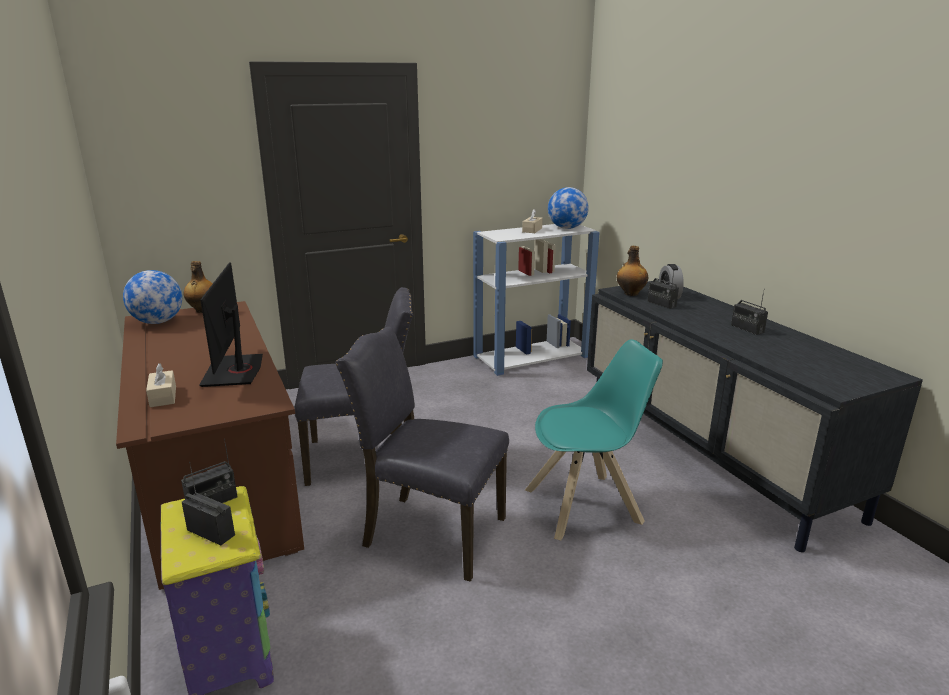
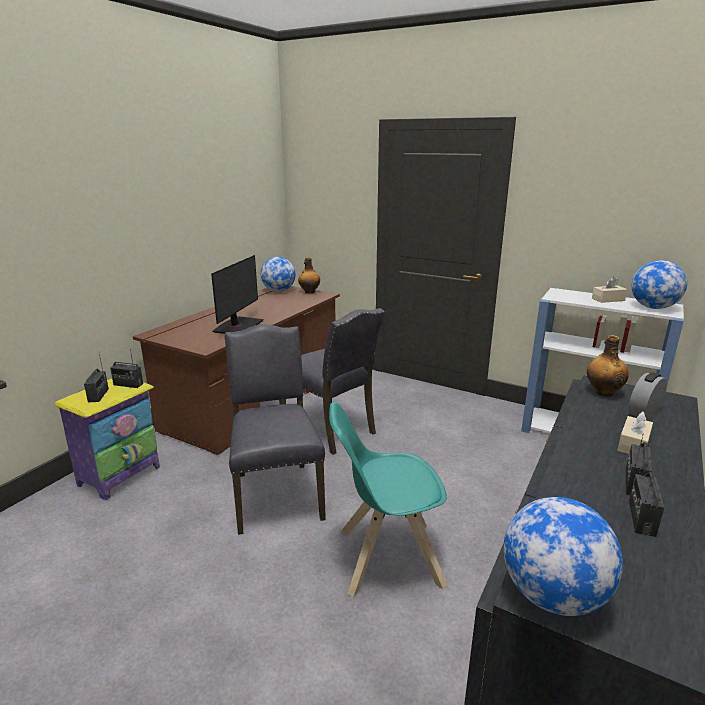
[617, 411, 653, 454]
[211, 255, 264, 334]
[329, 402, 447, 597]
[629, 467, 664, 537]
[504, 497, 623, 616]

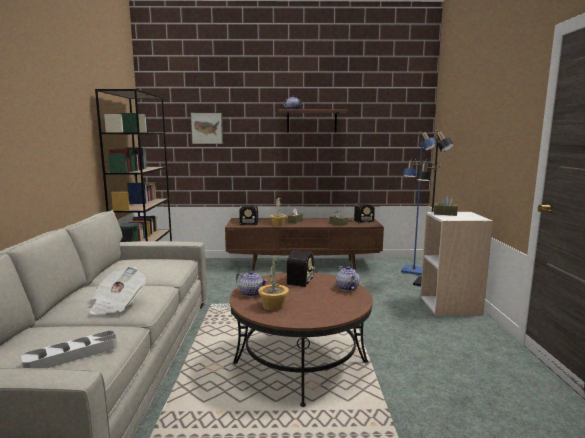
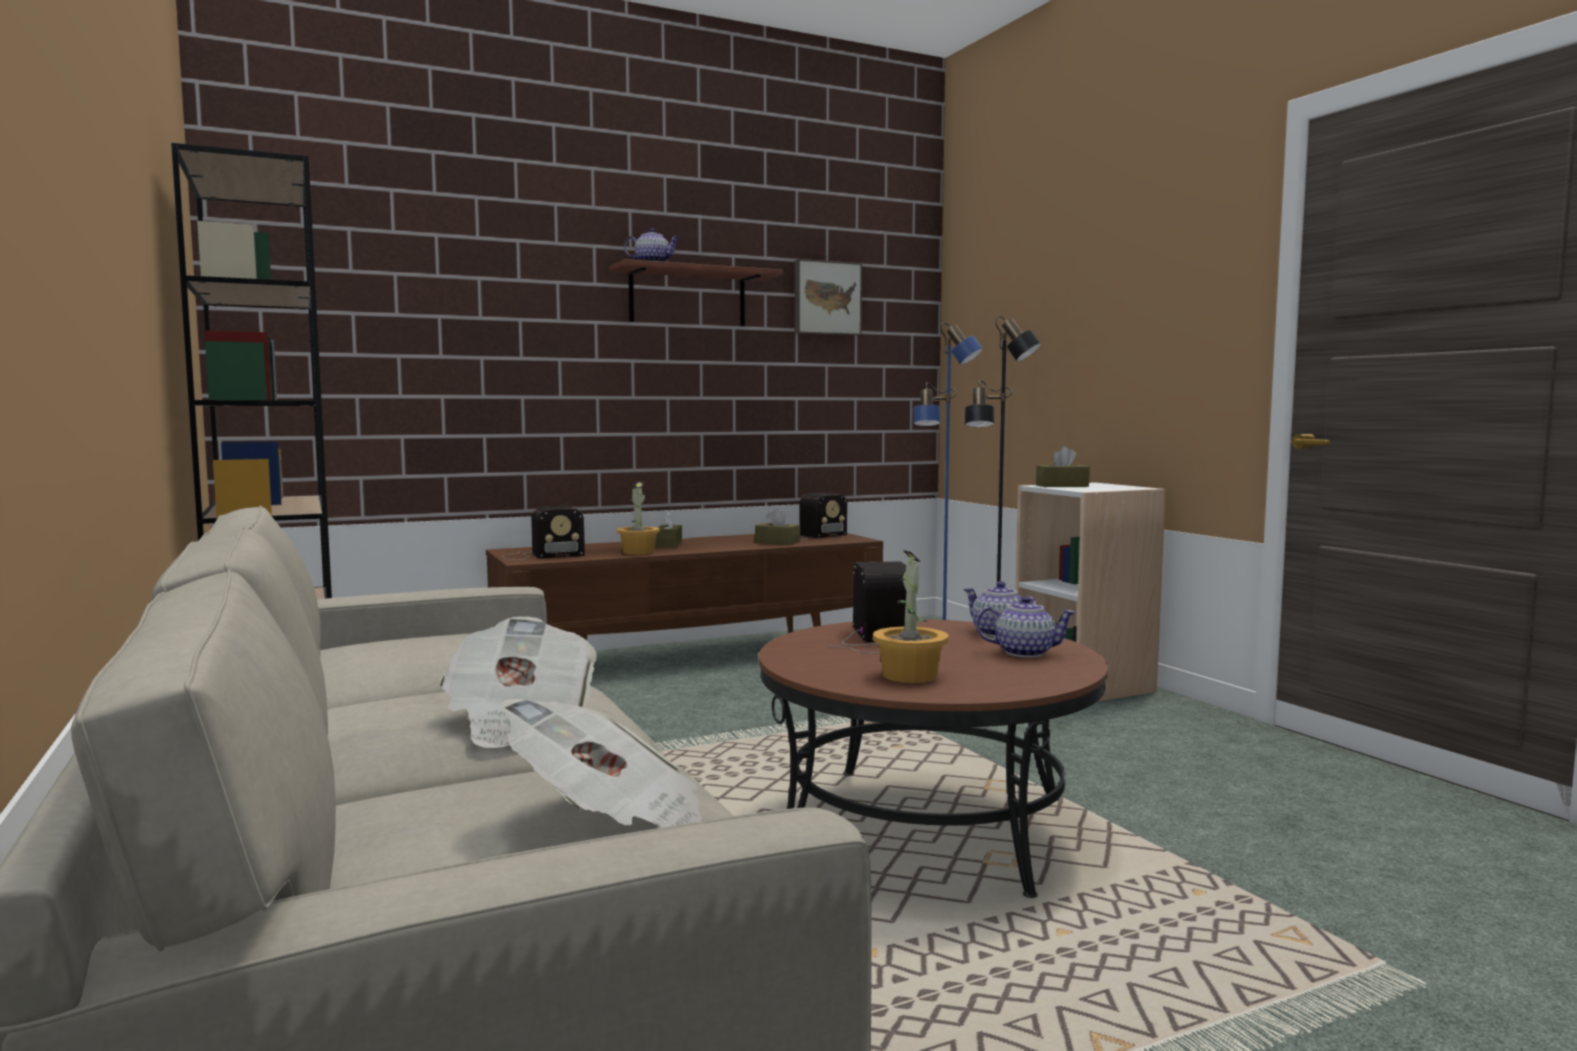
[501, 698, 703, 827]
[795, 259, 862, 336]
[976, 596, 1076, 658]

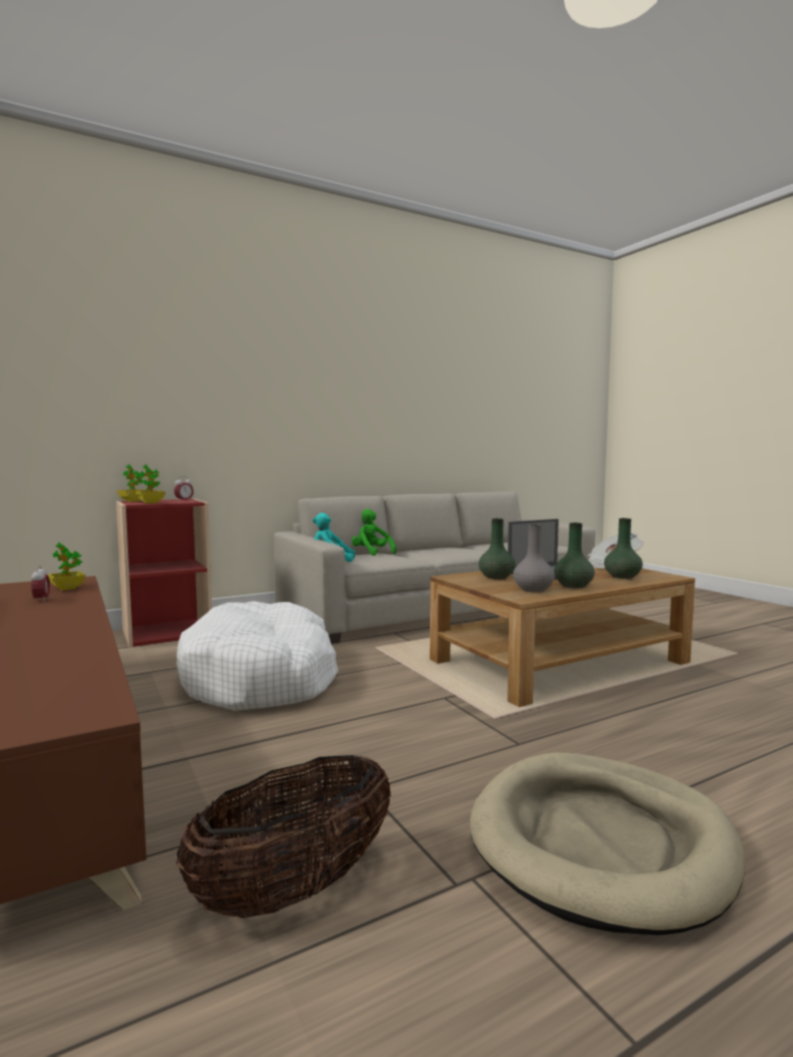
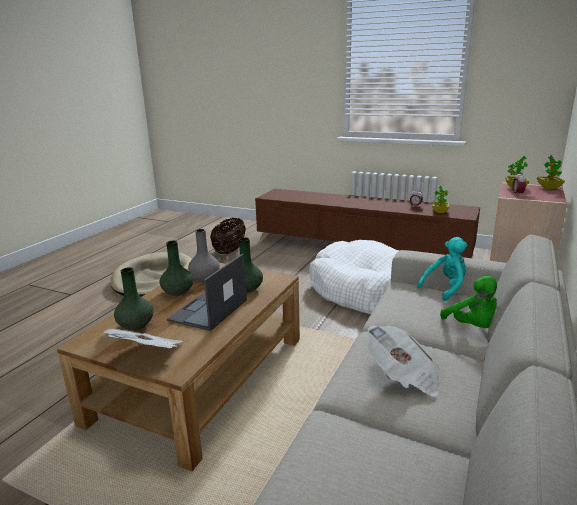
[440, 276, 497, 328]
[368, 325, 439, 397]

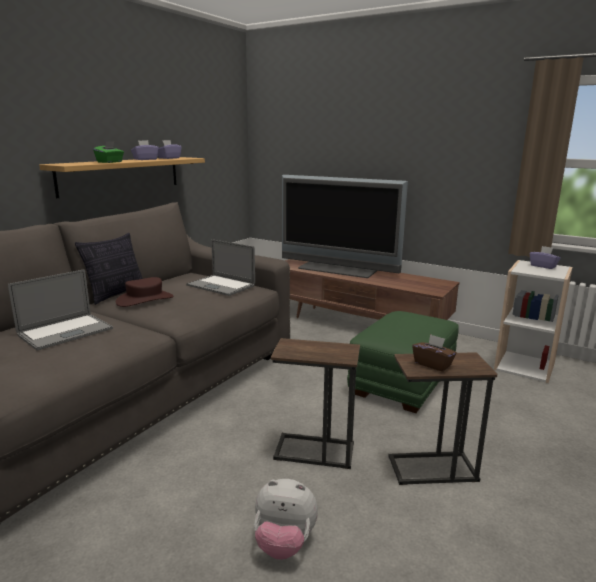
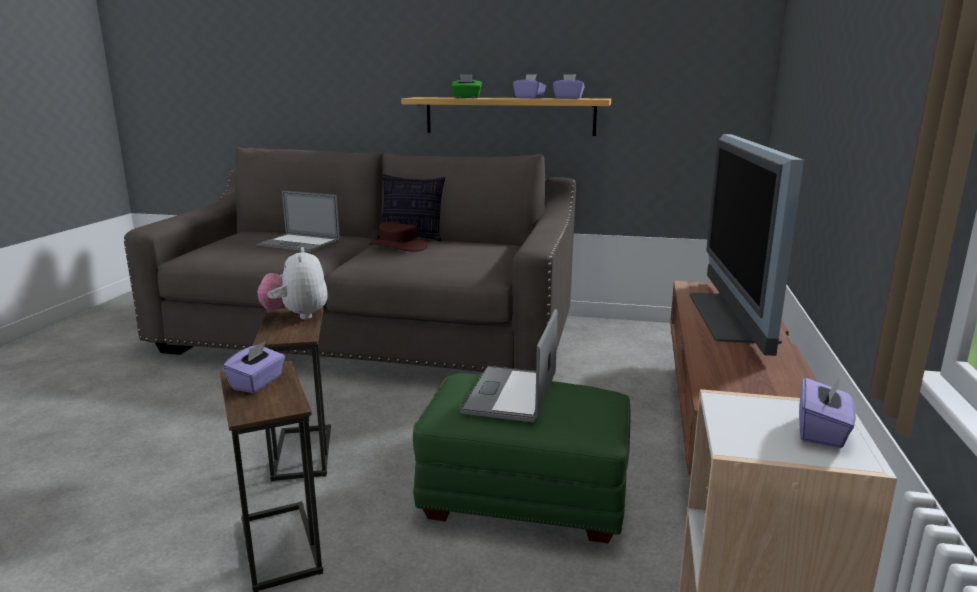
[460, 309, 558, 422]
[258, 247, 328, 319]
[223, 341, 285, 393]

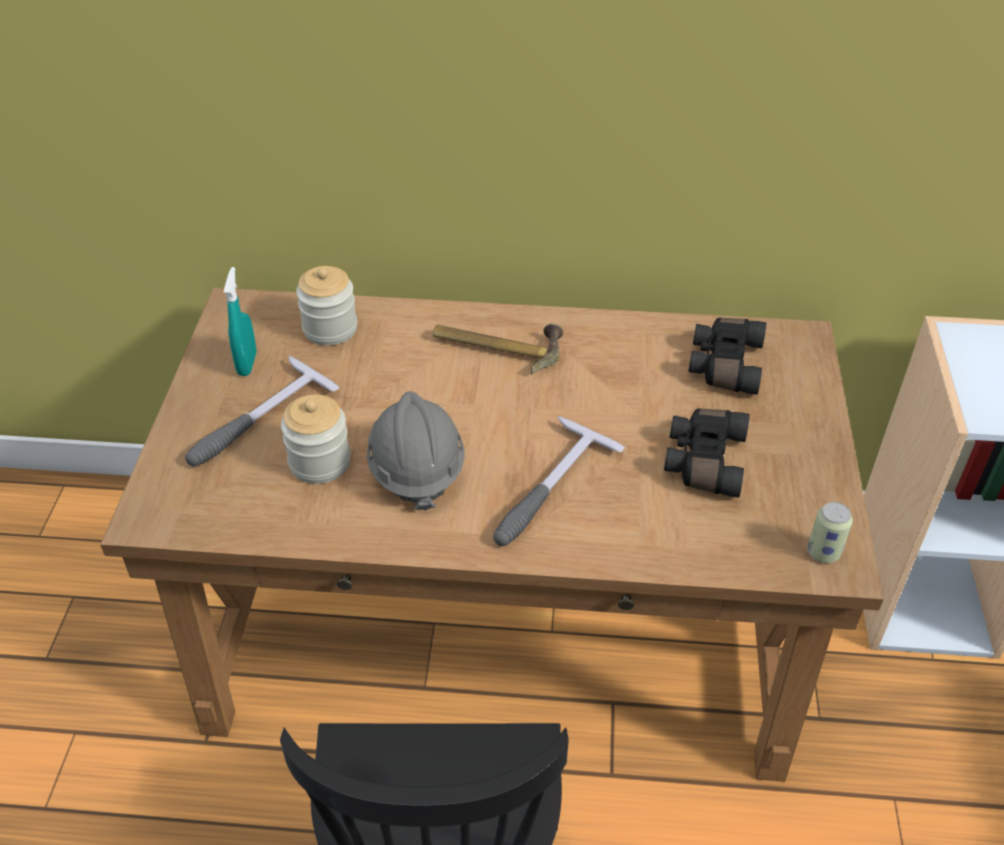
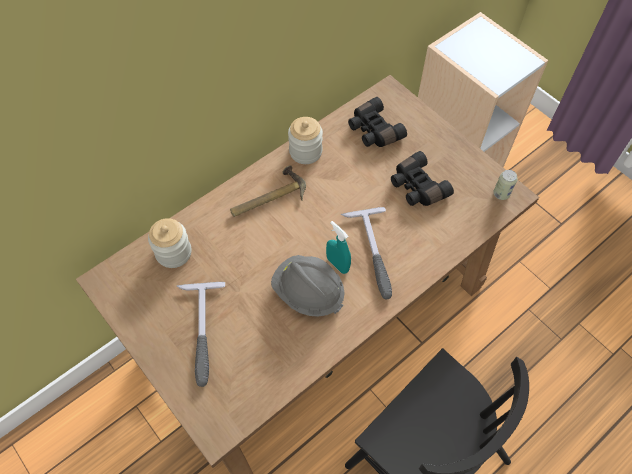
[326, 221, 351, 274]
[288, 117, 323, 164]

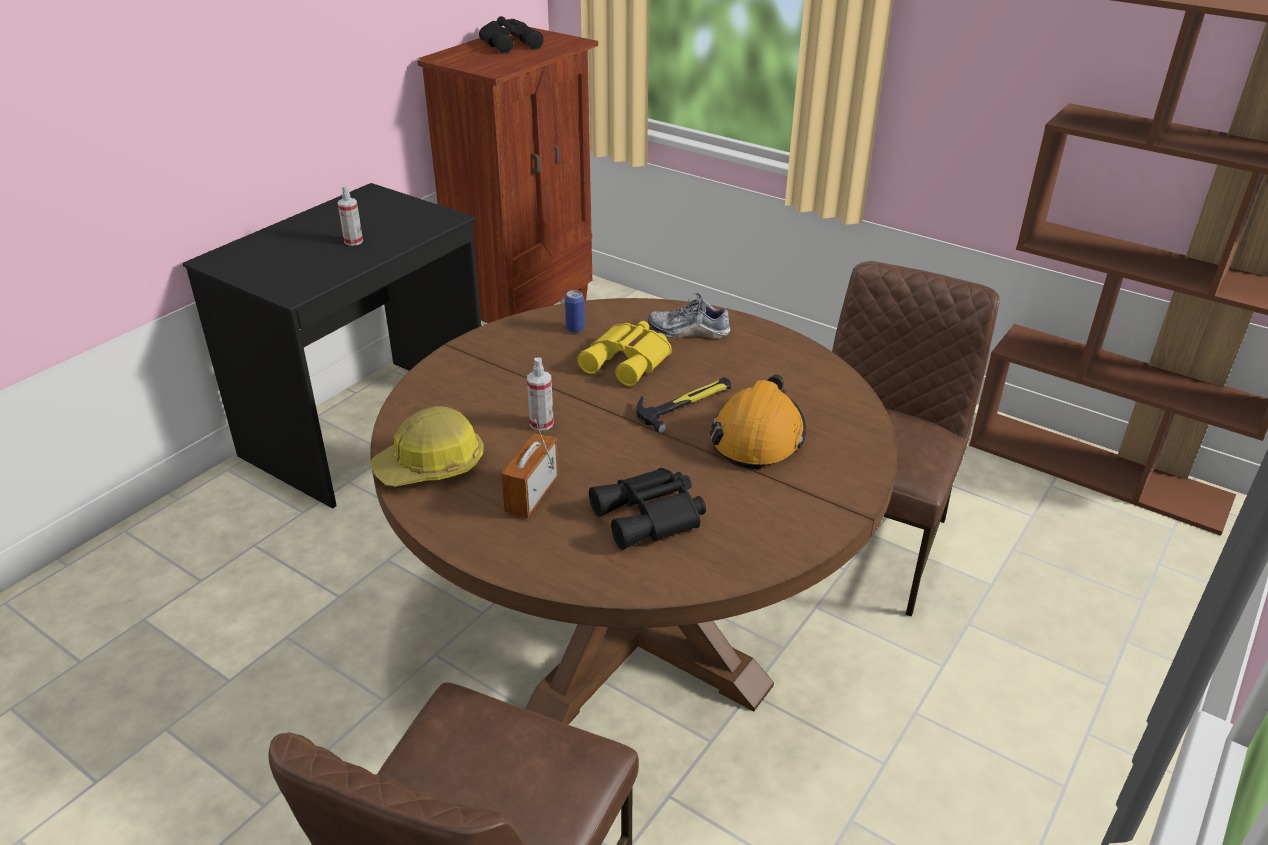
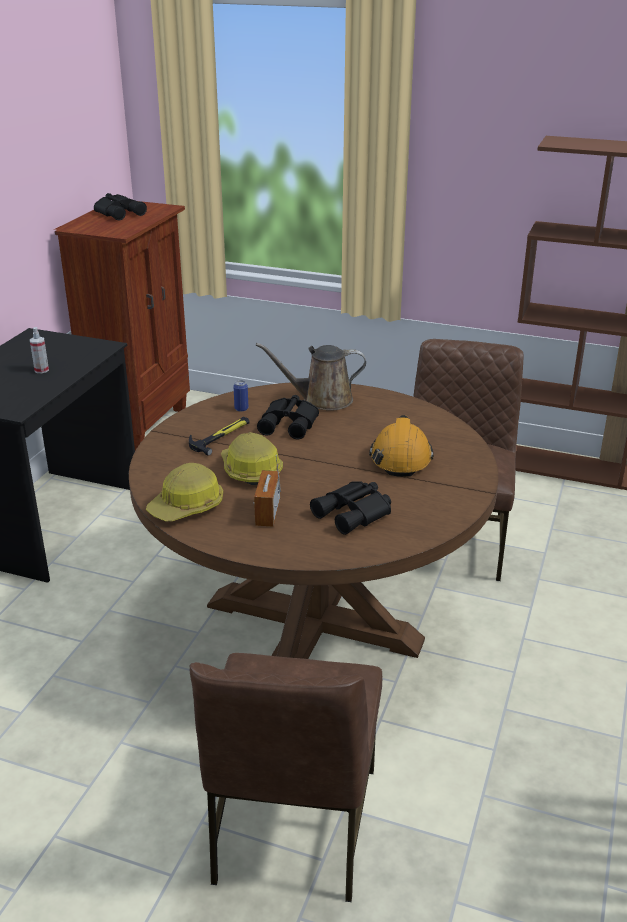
[221, 432, 283, 485]
[257, 395, 319, 439]
[189, 417, 250, 456]
[256, 343, 366, 411]

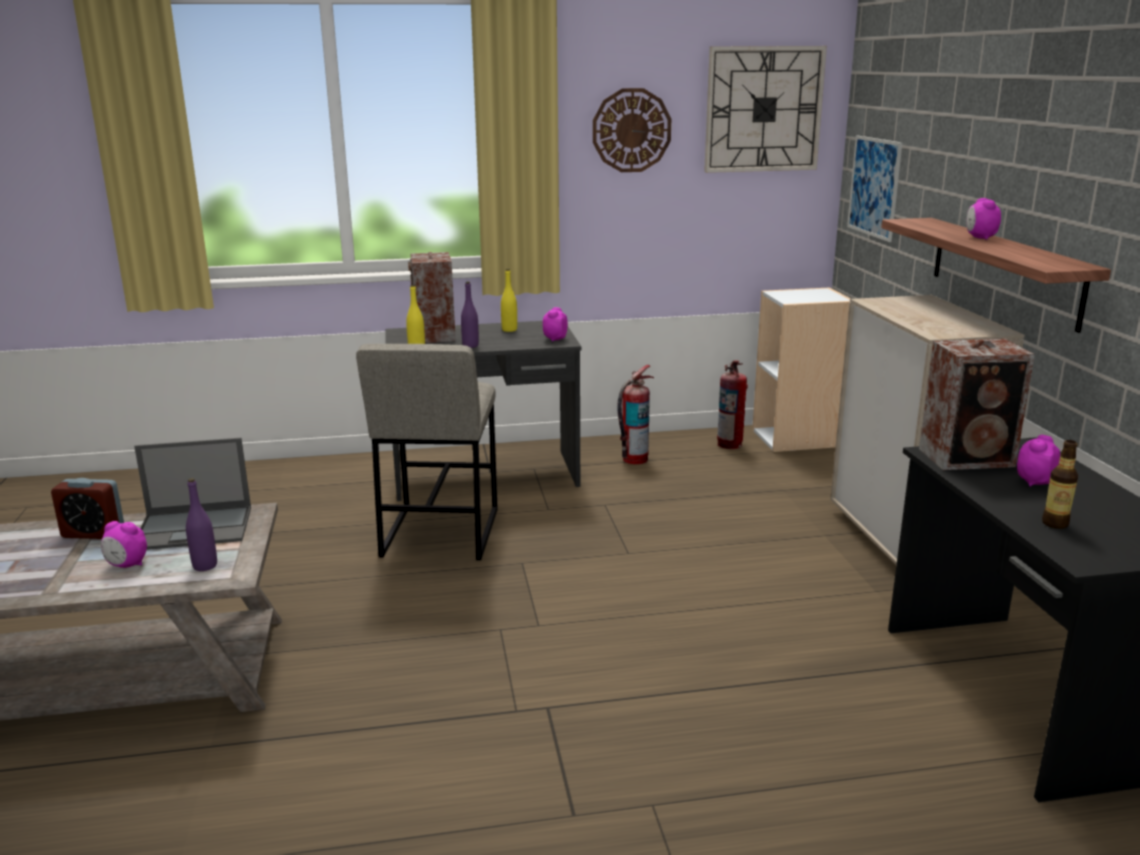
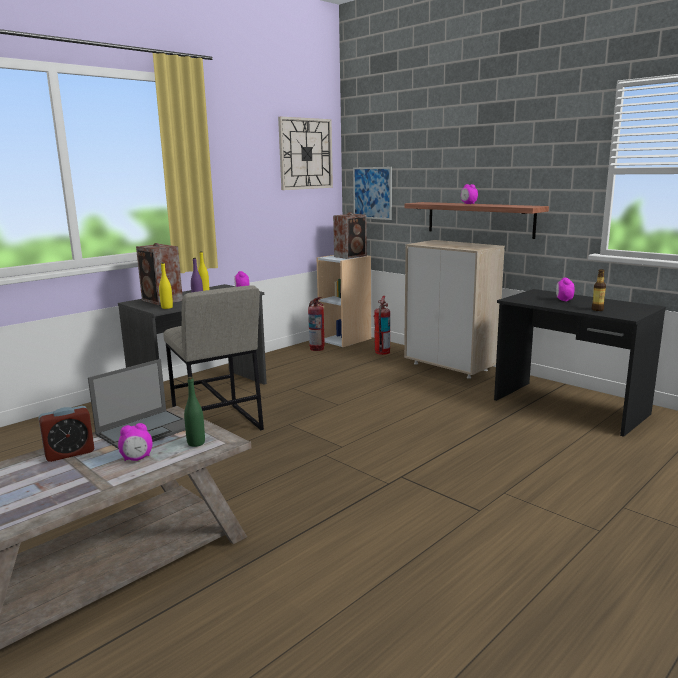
[184, 377, 205, 447]
[593, 88, 671, 172] (first image)
[374, 296, 390, 355]
[333, 212, 367, 259]

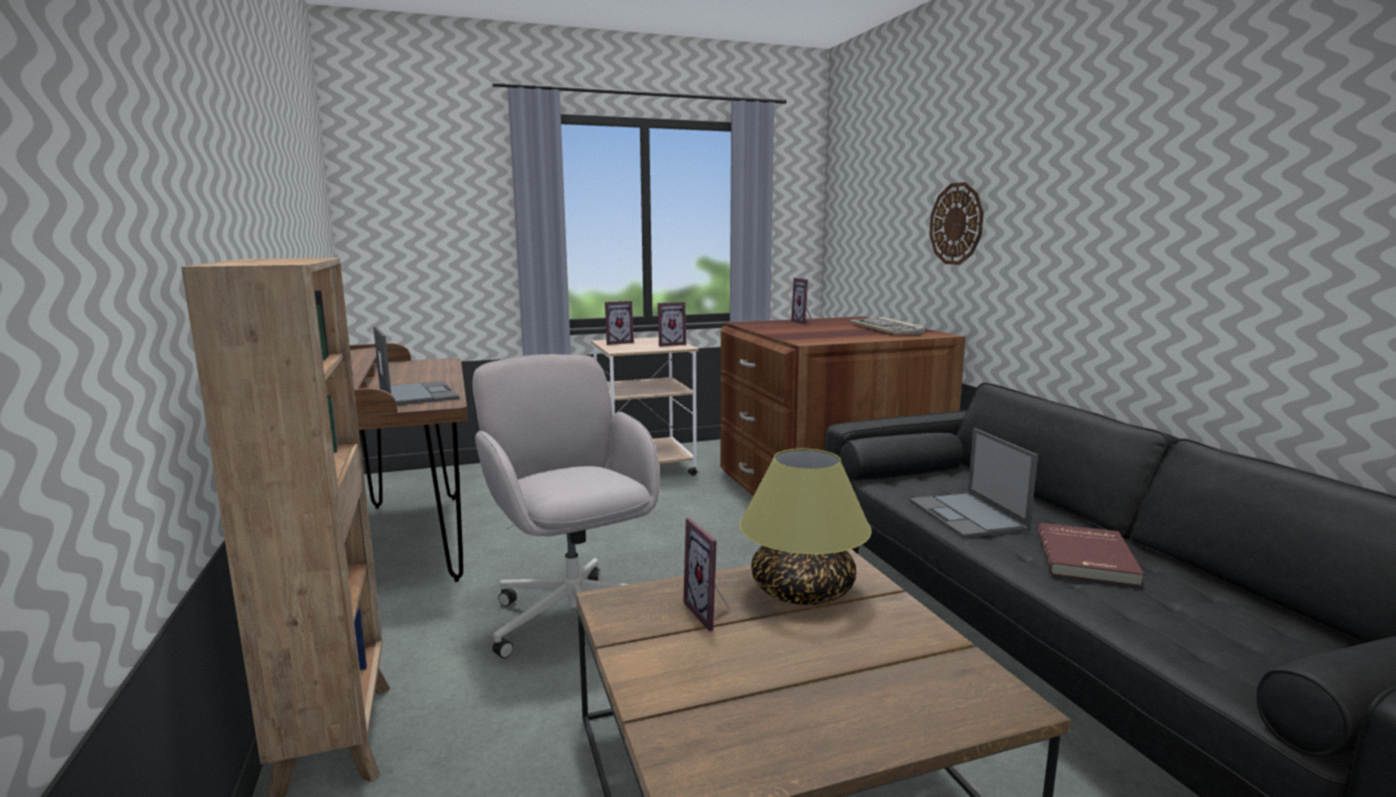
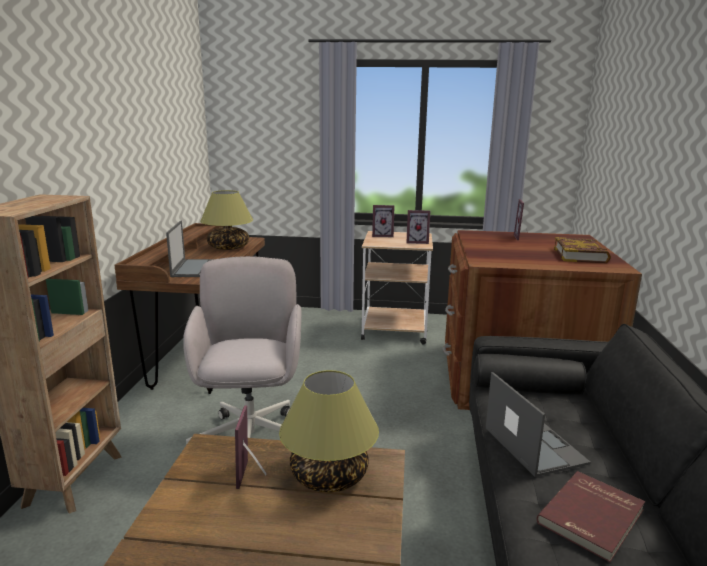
[554, 237, 611, 263]
[486, 372, 591, 477]
[929, 182, 984, 265] (first image)
[200, 190, 253, 250]

